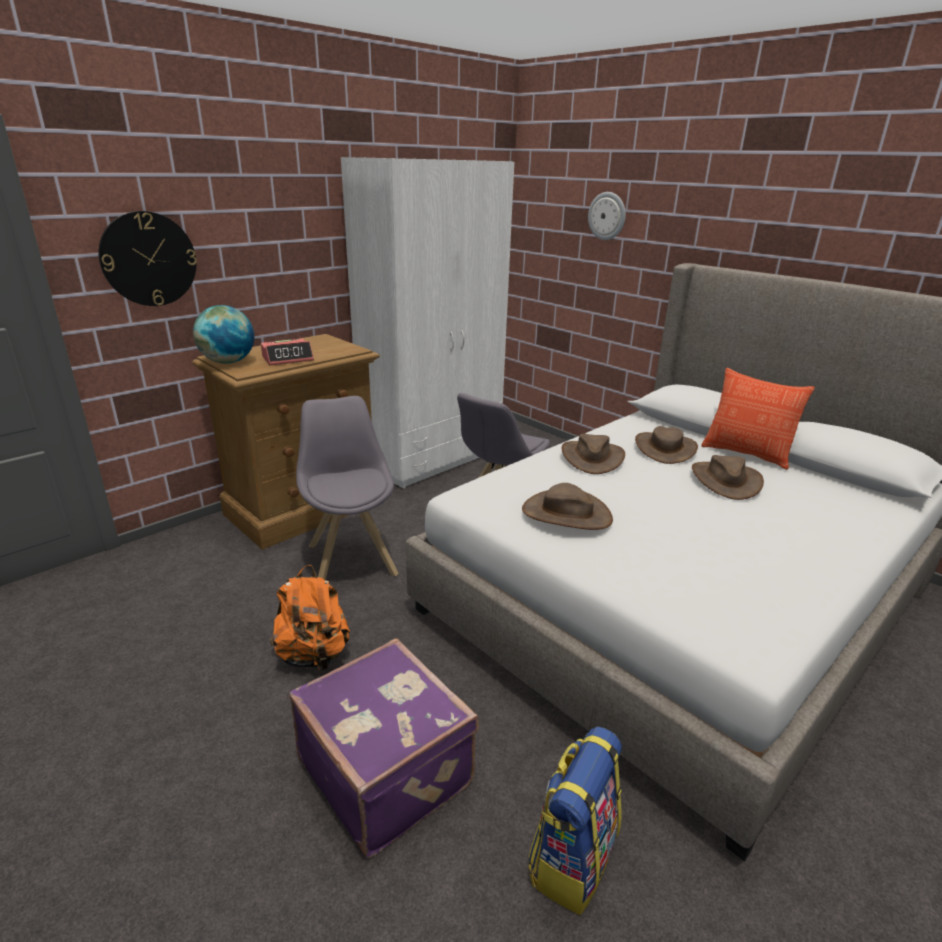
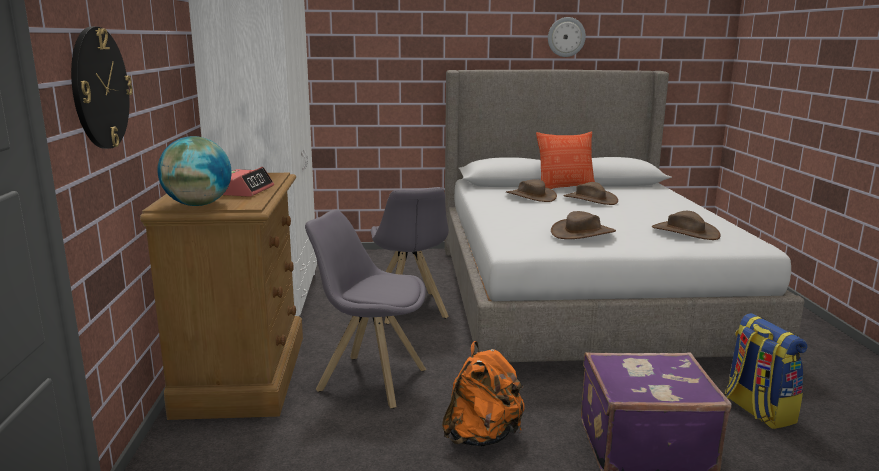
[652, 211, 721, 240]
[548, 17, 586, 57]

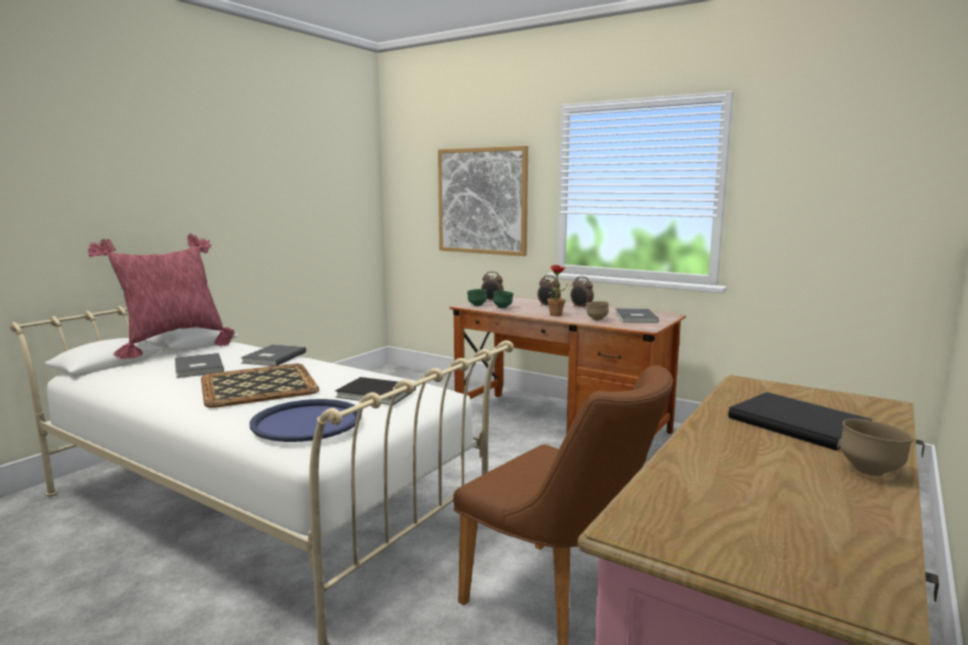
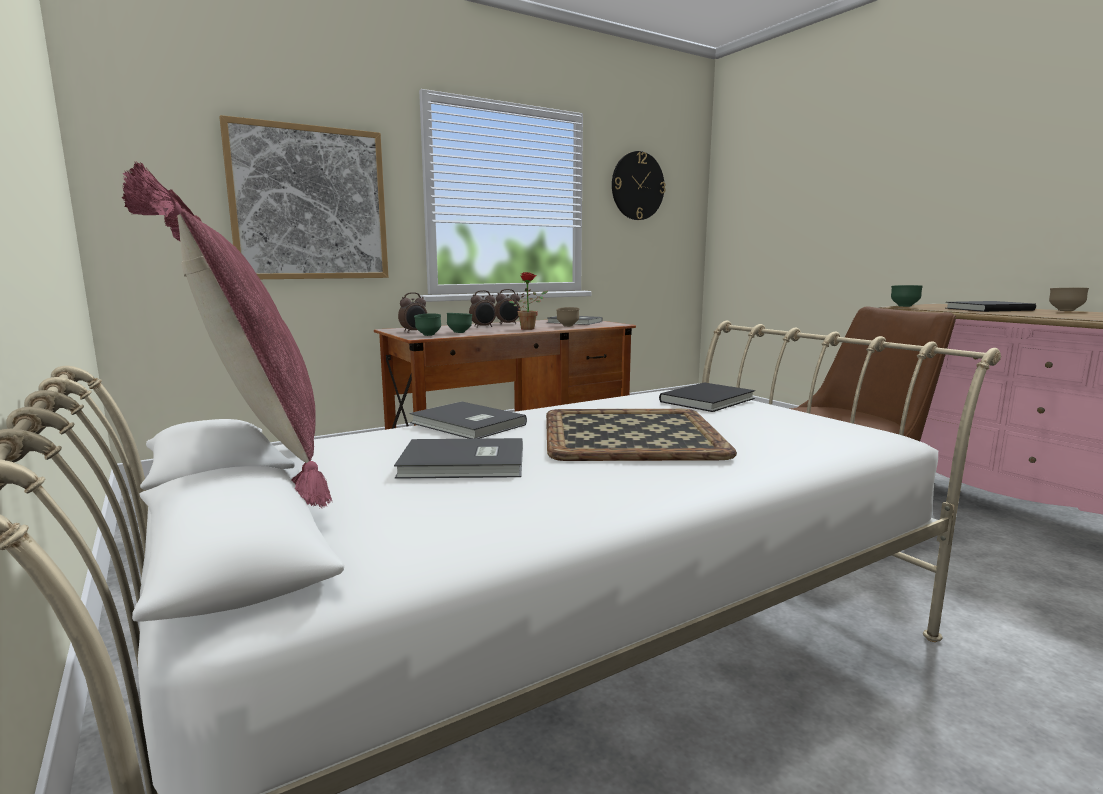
[249, 399, 362, 442] (first image)
[612, 151, 666, 220]
[891, 285, 923, 307]

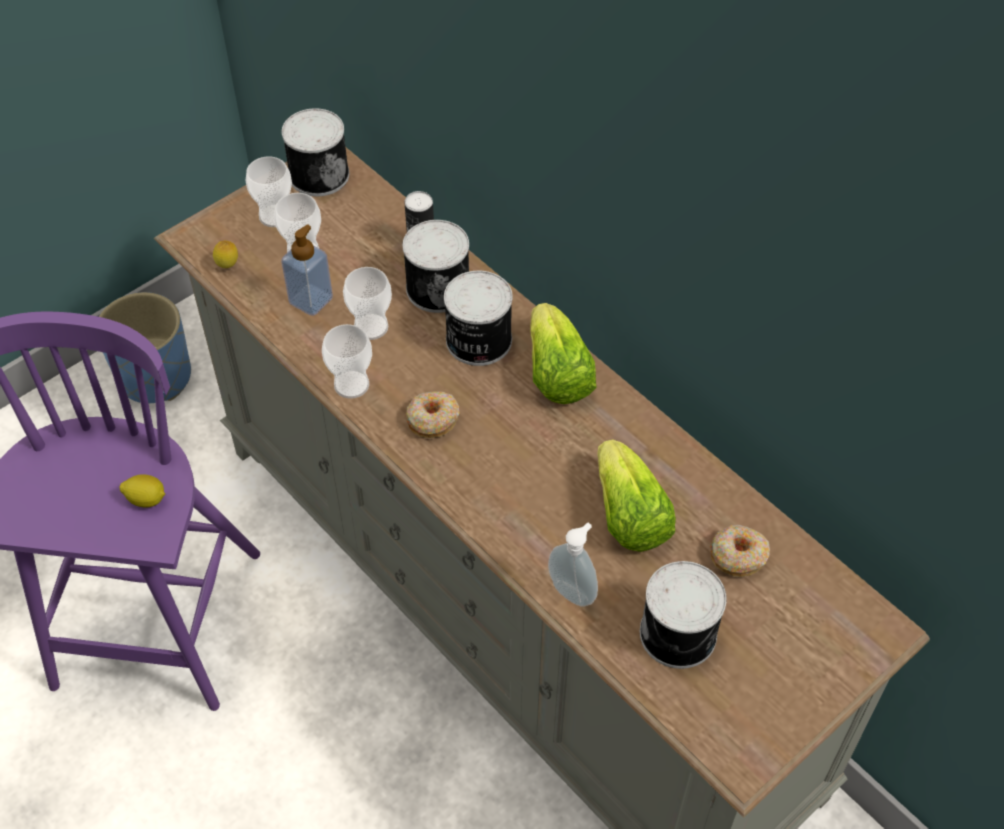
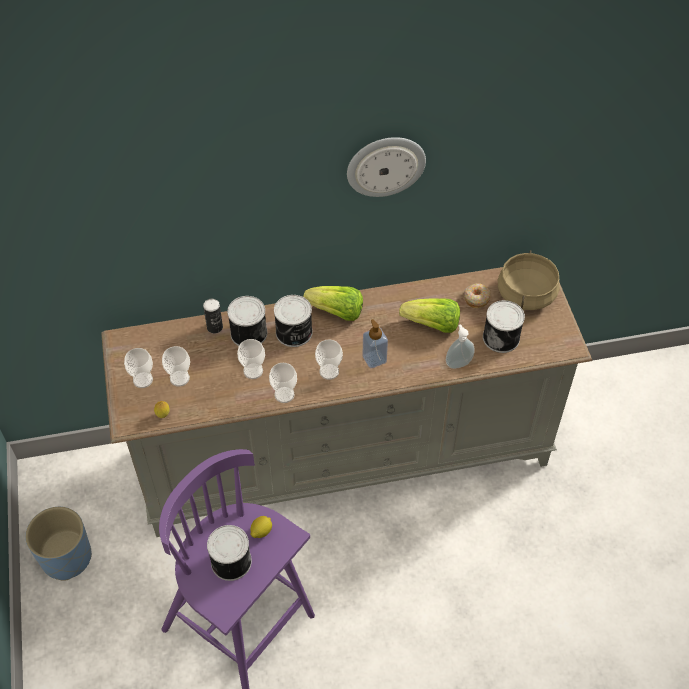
[363, 319, 388, 368]
[207, 525, 252, 581]
[315, 339, 343, 380]
[347, 137, 426, 197]
[498, 250, 560, 310]

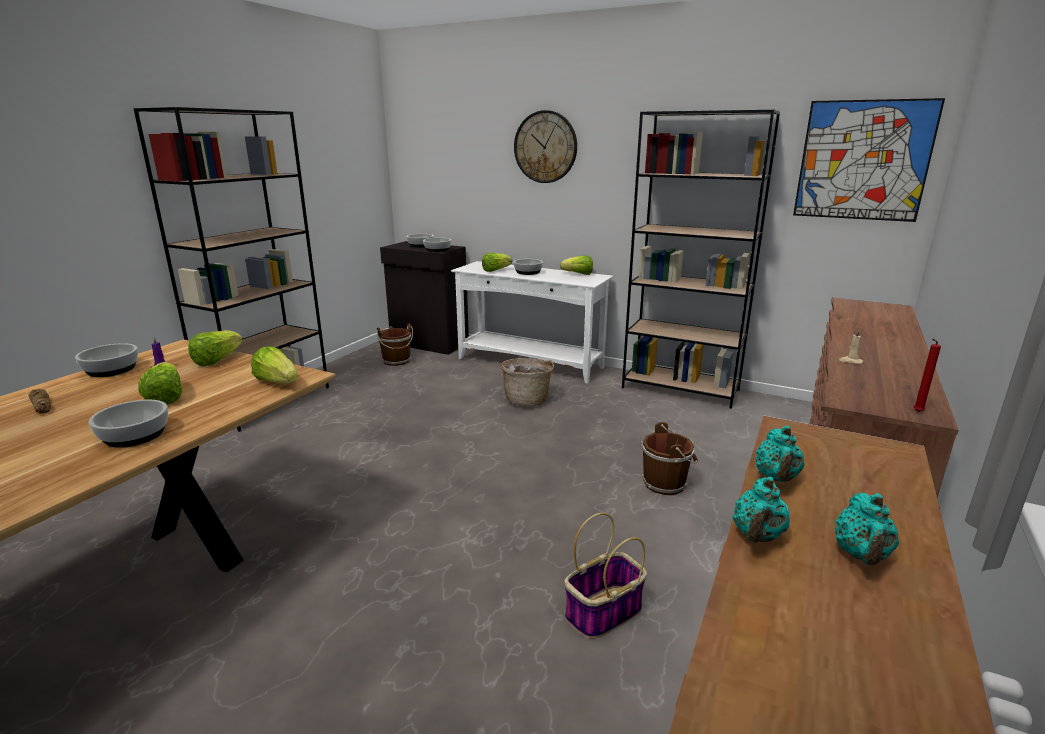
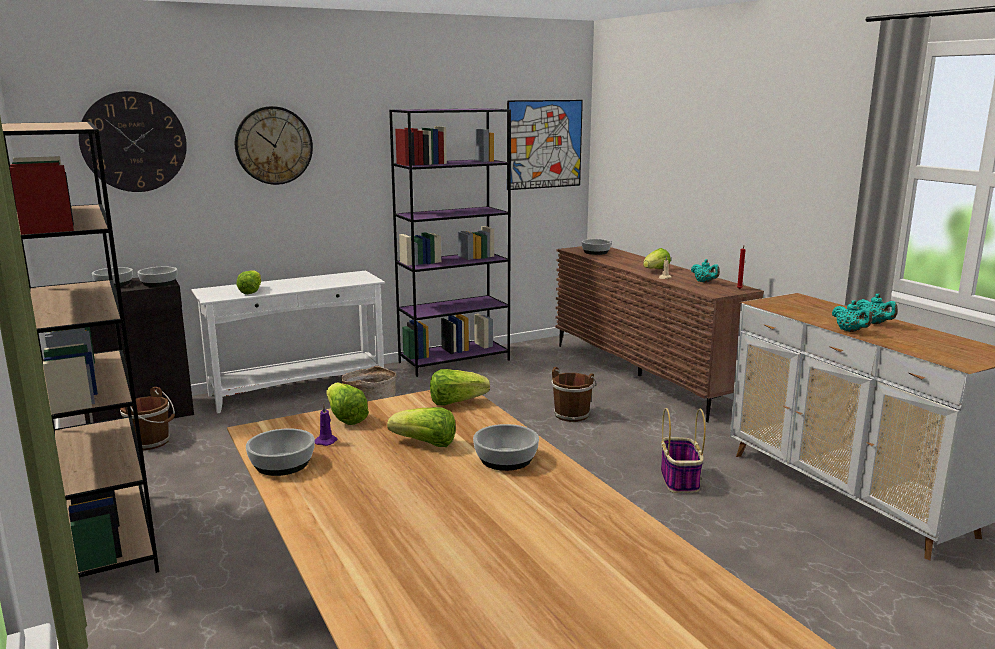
[28, 389, 51, 414] (first image)
[581, 239, 611, 255]
[643, 248, 671, 269]
[389, 108, 511, 377]
[691, 259, 720, 283]
[79, 91, 187, 192]

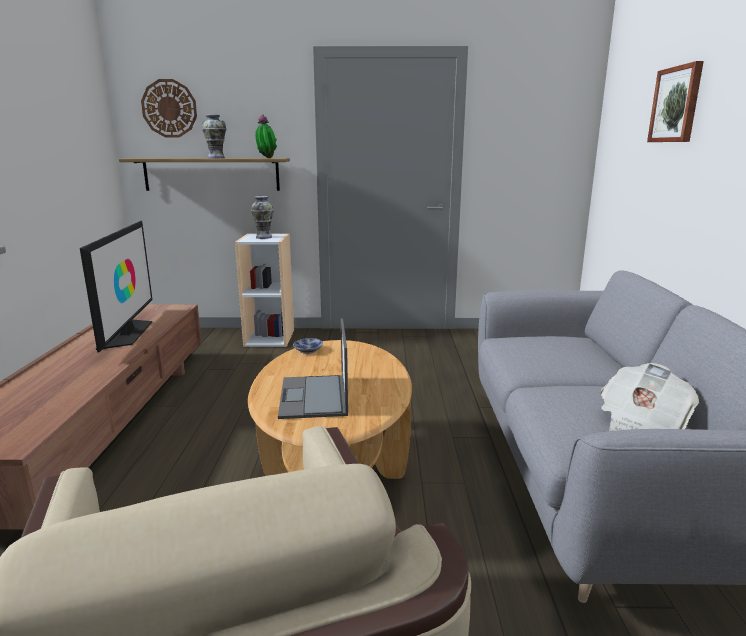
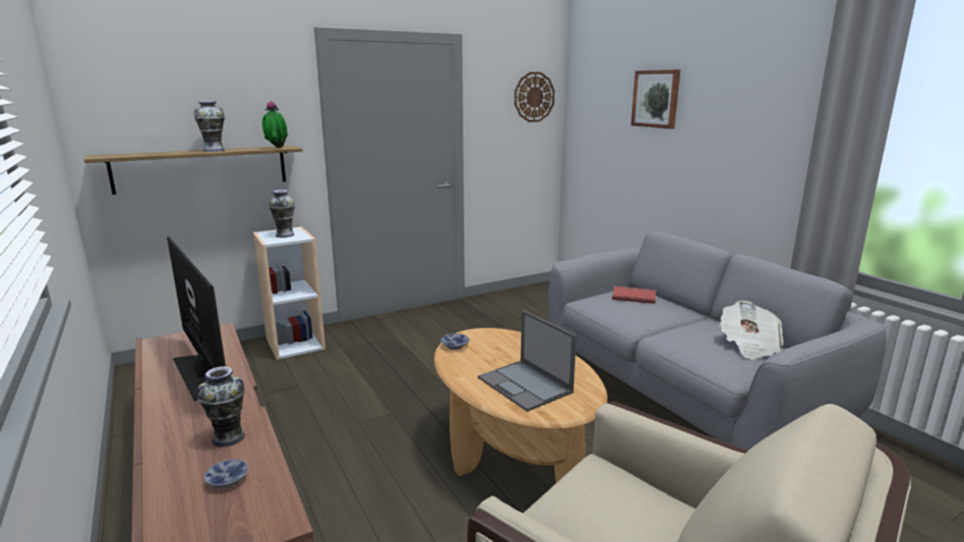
[514, 72, 555, 122]
[198, 366, 245, 447]
[204, 459, 248, 488]
[612, 286, 656, 304]

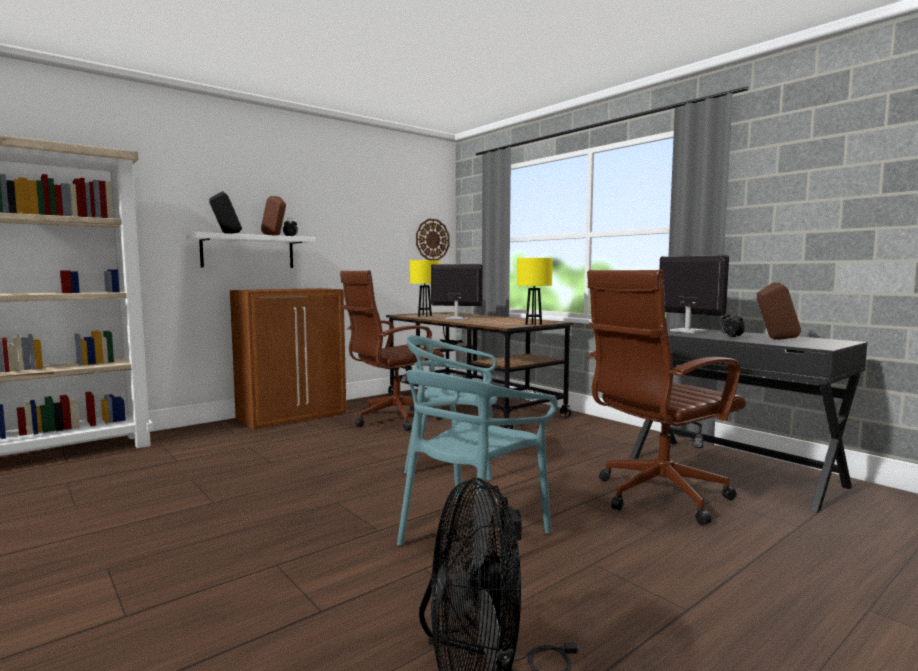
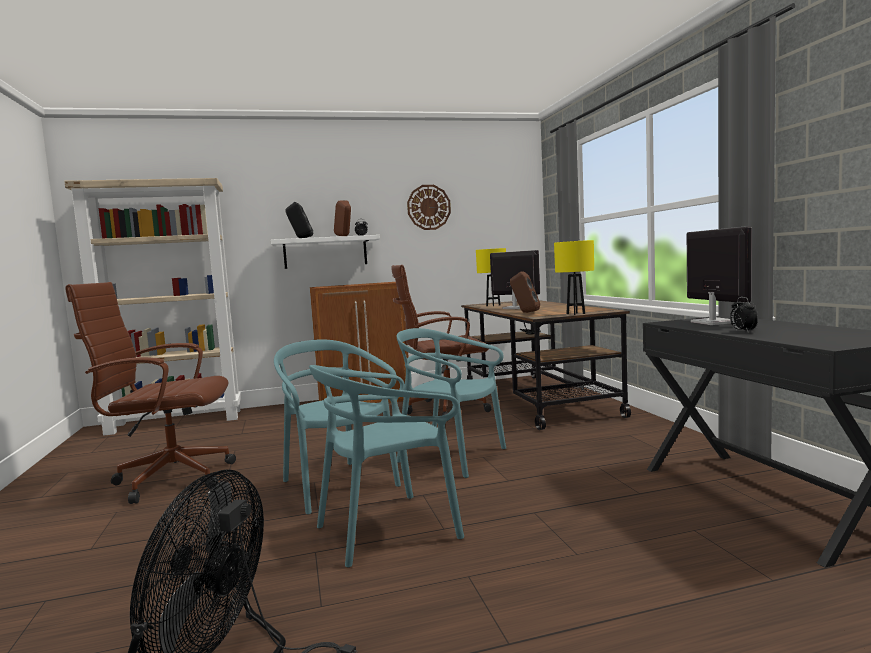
[407, 185, 451, 230]
[65, 282, 236, 504]
[510, 271, 540, 313]
[274, 339, 401, 514]

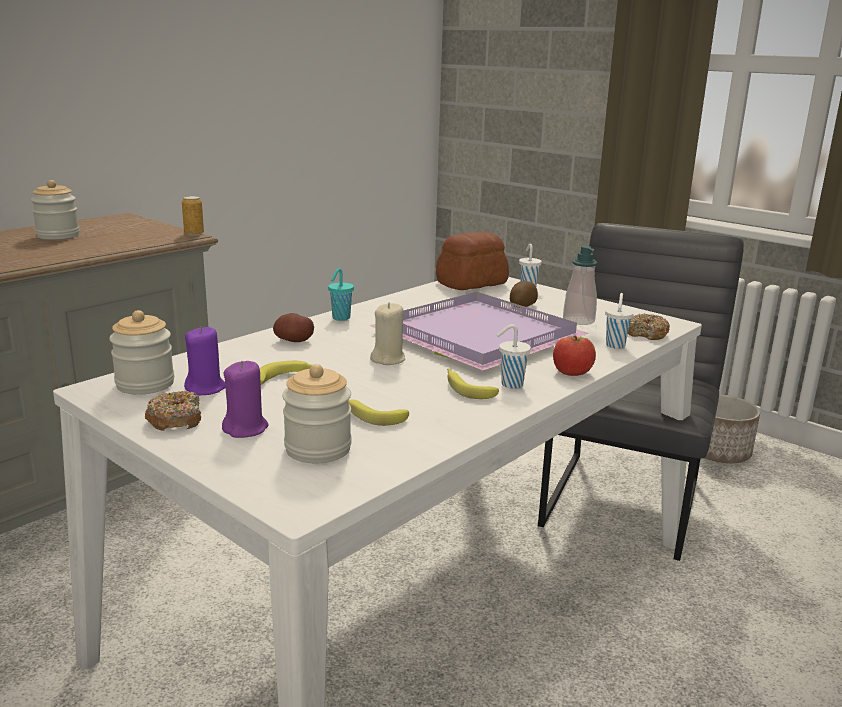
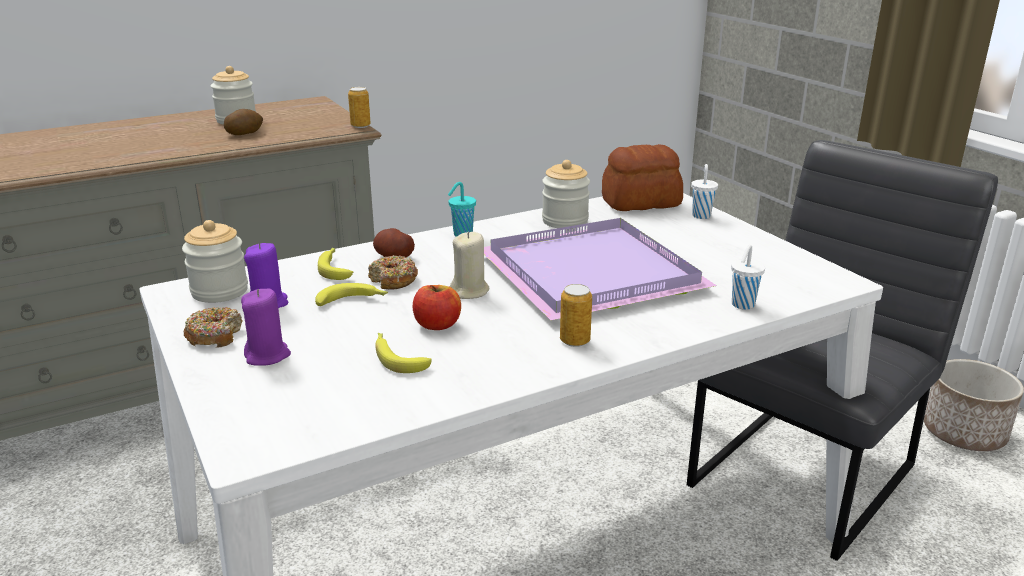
[542, 160, 590, 229]
[318, 248, 353, 280]
[560, 284, 592, 347]
[224, 109, 263, 135]
[413, 285, 461, 330]
[563, 246, 597, 325] (first image)
[368, 255, 418, 290]

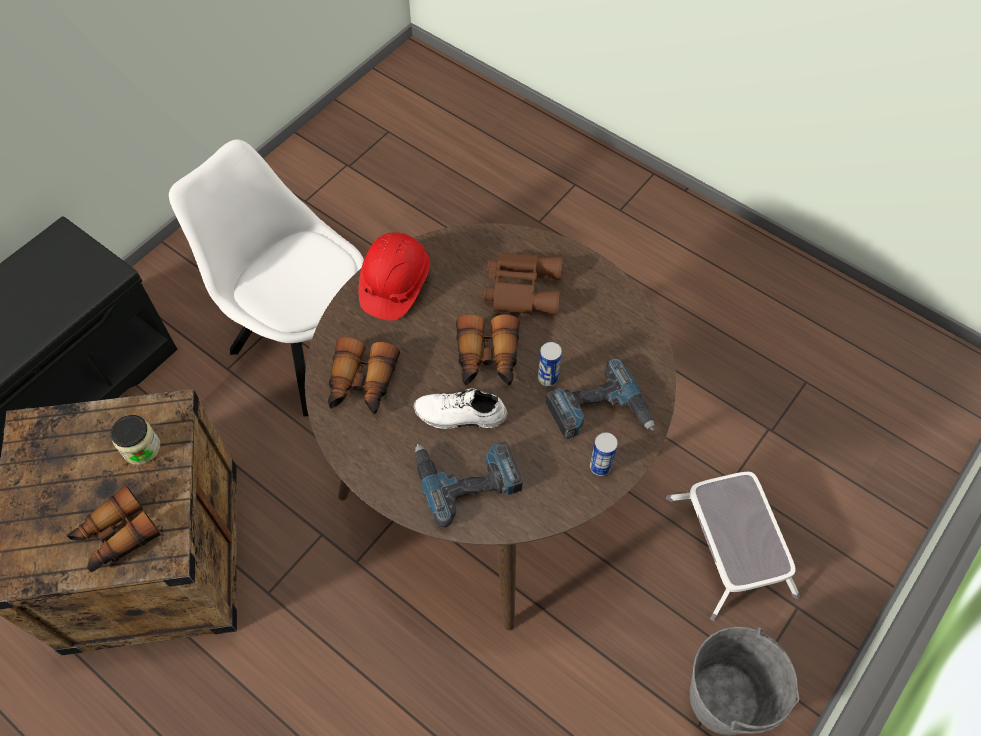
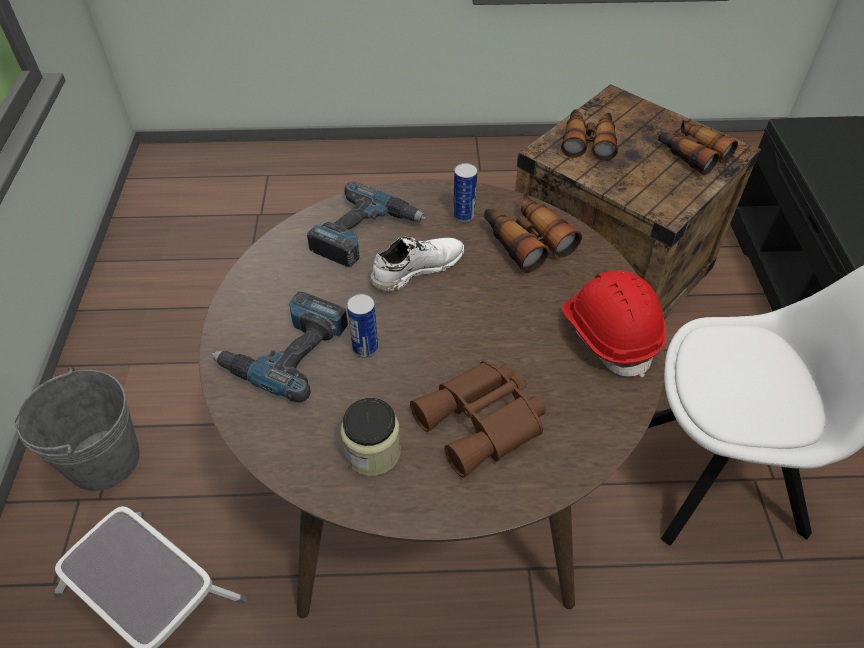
[341, 398, 400, 476]
[658, 120, 738, 176]
[453, 163, 478, 223]

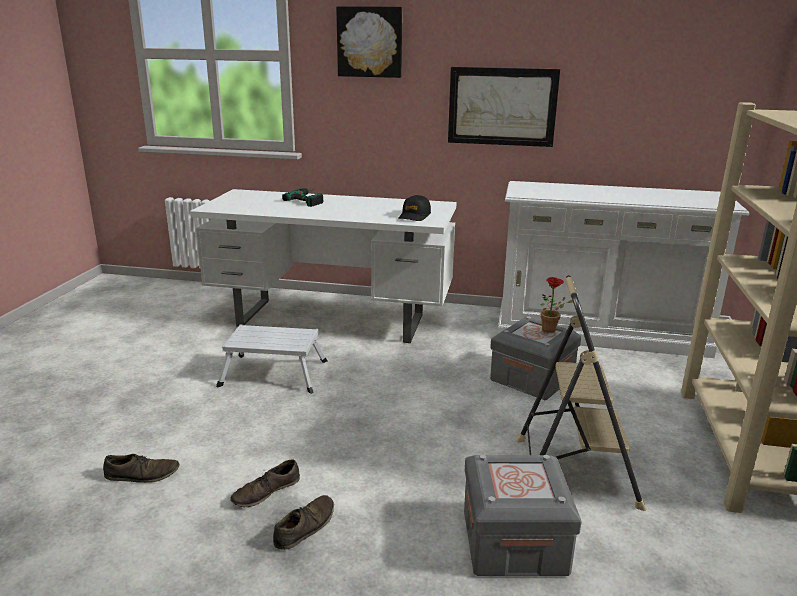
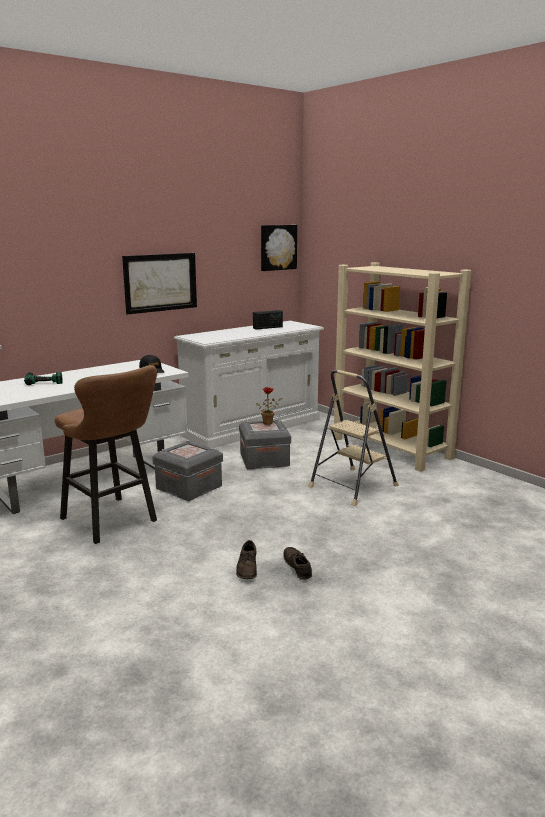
[103, 454, 179, 483] (first image)
[55, 365, 157, 544]
[261, 225, 297, 271]
[152, 440, 223, 501]
[253, 310, 283, 329]

